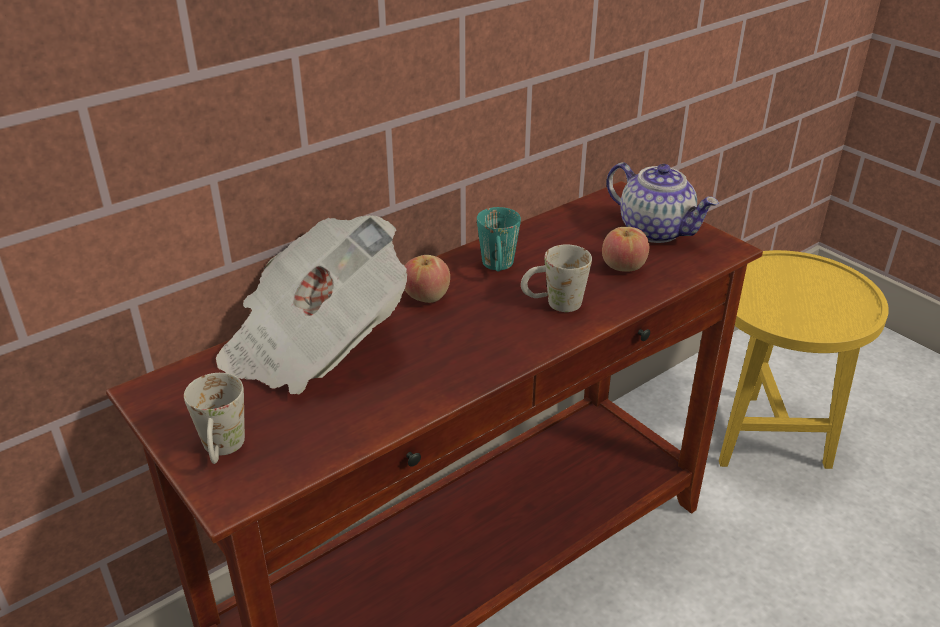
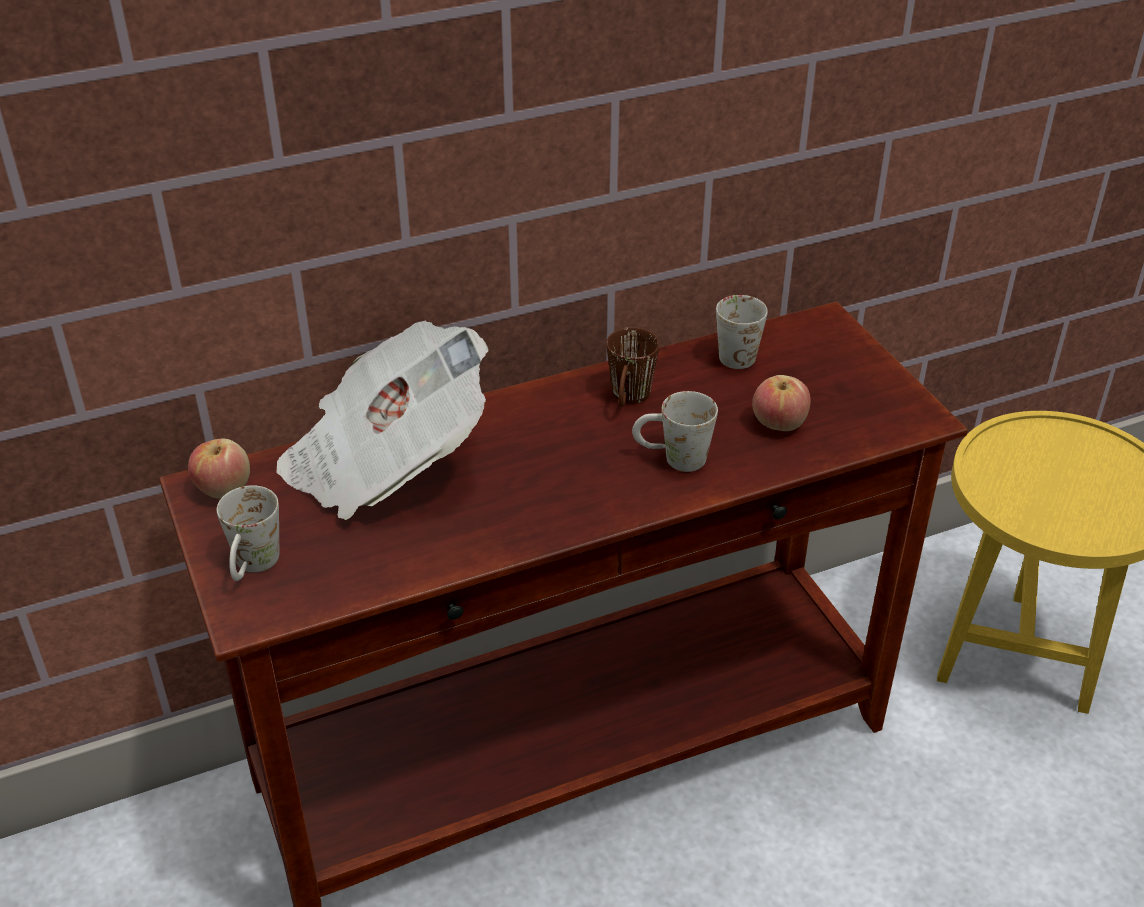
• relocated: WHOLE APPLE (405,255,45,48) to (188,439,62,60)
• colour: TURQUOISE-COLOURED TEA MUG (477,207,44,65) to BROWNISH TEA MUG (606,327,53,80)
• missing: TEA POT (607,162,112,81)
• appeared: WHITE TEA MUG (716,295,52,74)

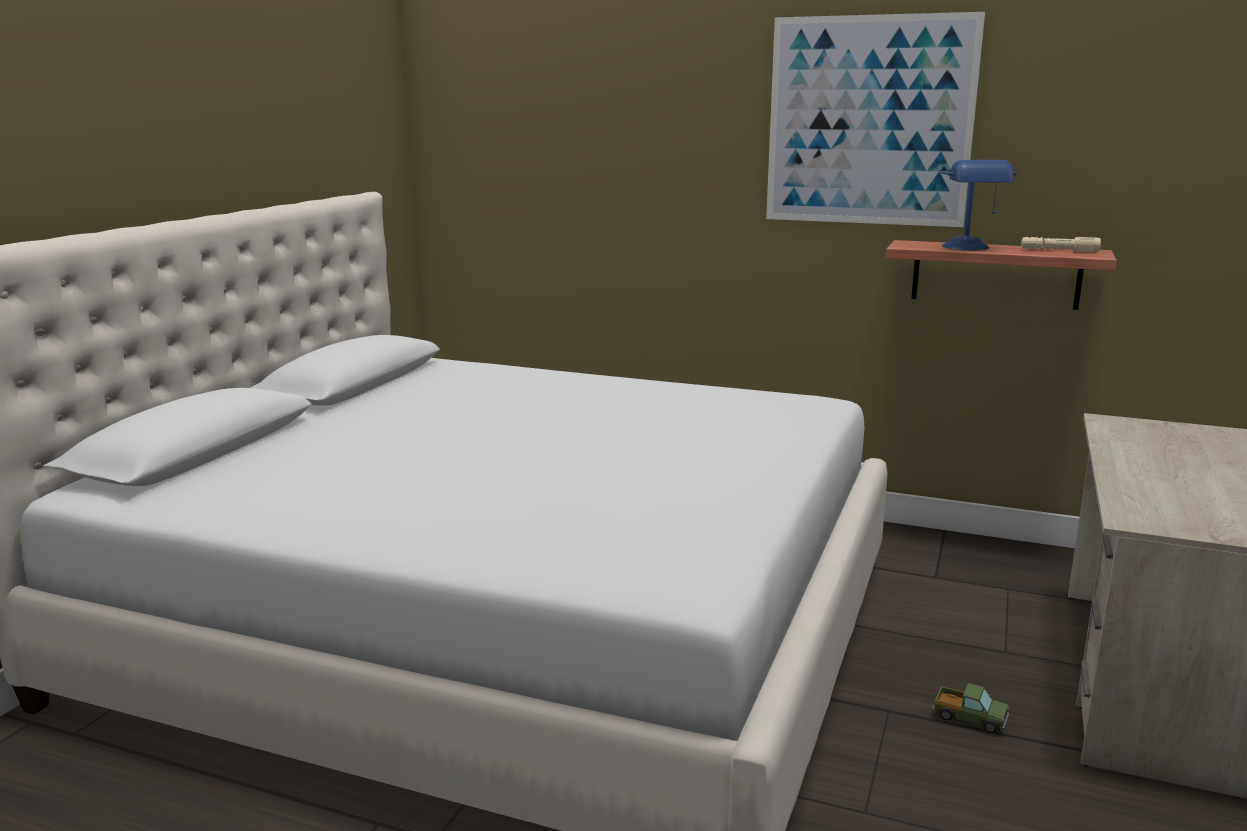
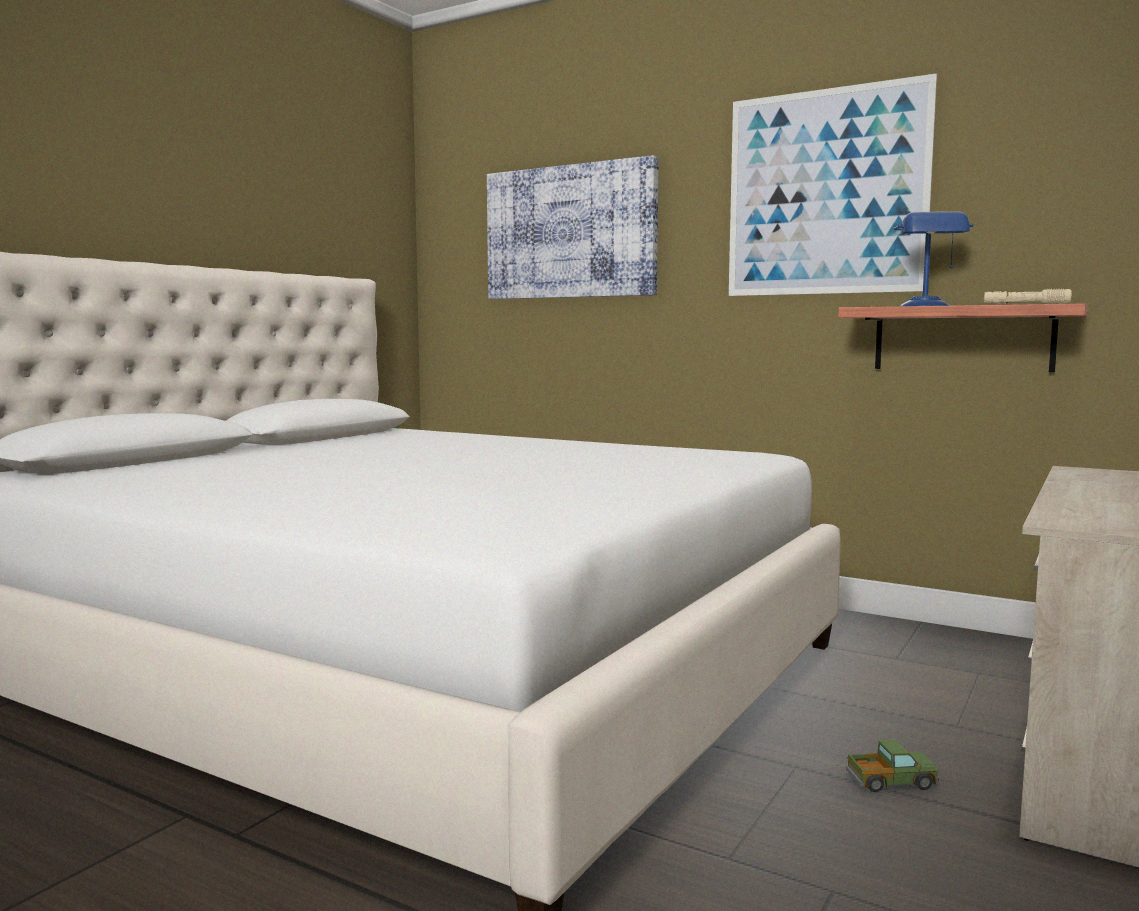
• spun: TOY TRUCK (932,683,77,50) = (846,740,93,52) 45 degrees counterclockwise
• appeared: WALL ART (487,155,172,144)

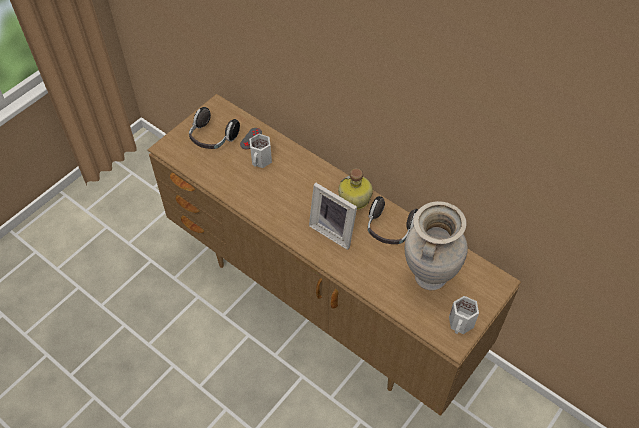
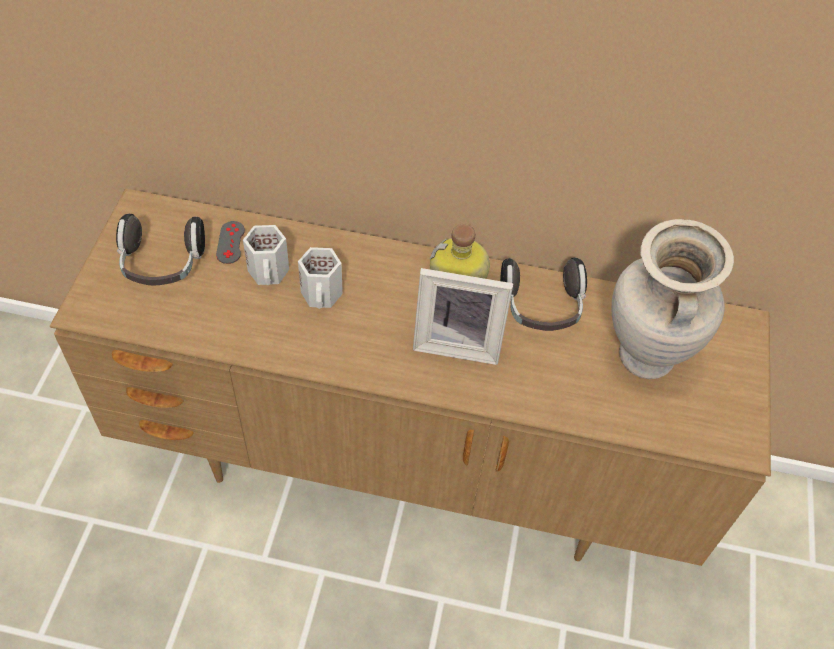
• relocated: WHITE TEA MUG (449,296,30,38) to (298,247,45,62)

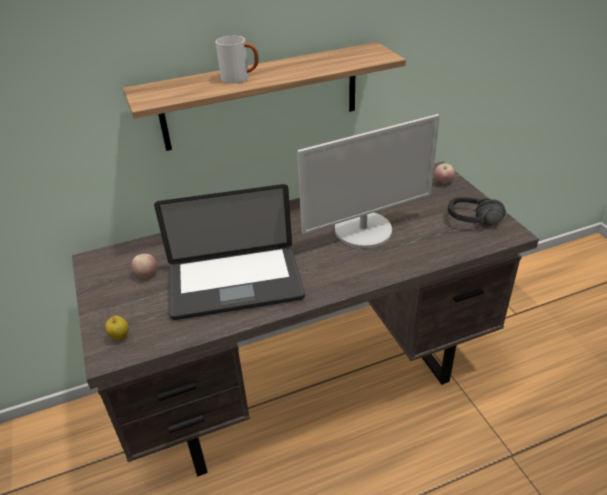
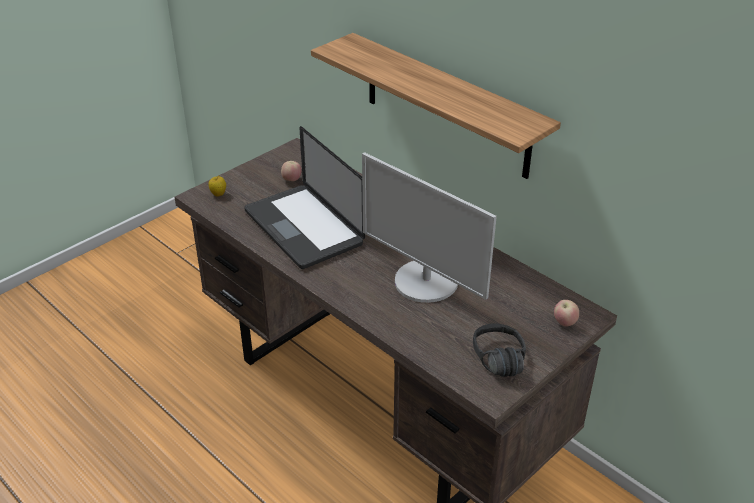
• missing: WHITE TEA MUG (215,36,44,47)

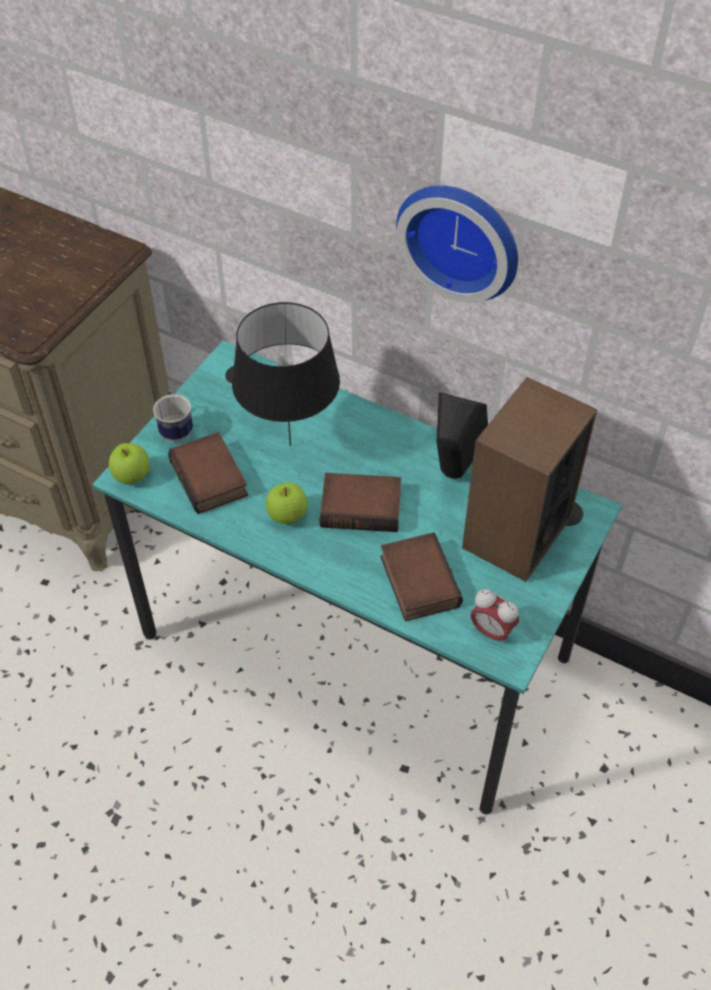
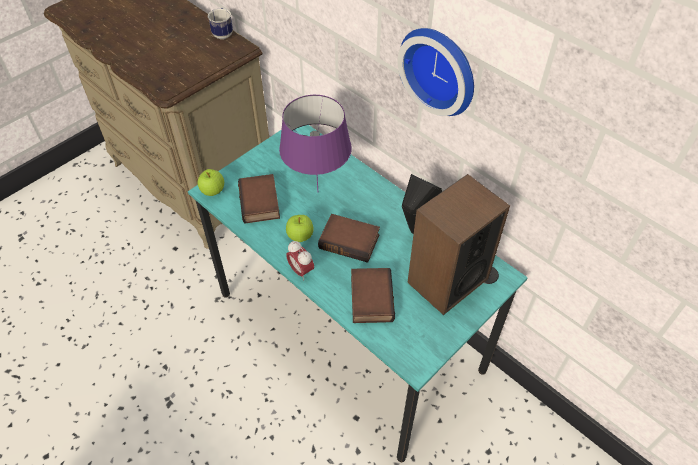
• relocated: TEA MUG (153,392,40,50) to (208,8,25,31)
• colour: BLACK LAMP FOR A TABLE (232,302,108,144) to PURPLISH LAMP FOR A TABLE (279,95,73,96)
• relocated: ALARM CLOCK (470,589,49,56) to (286,241,28,39)

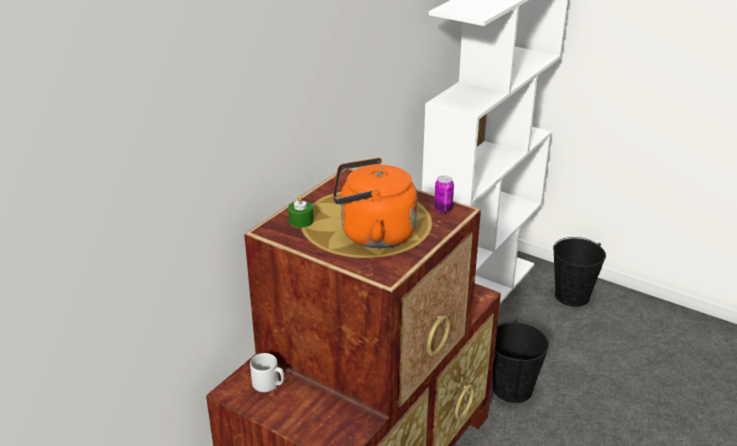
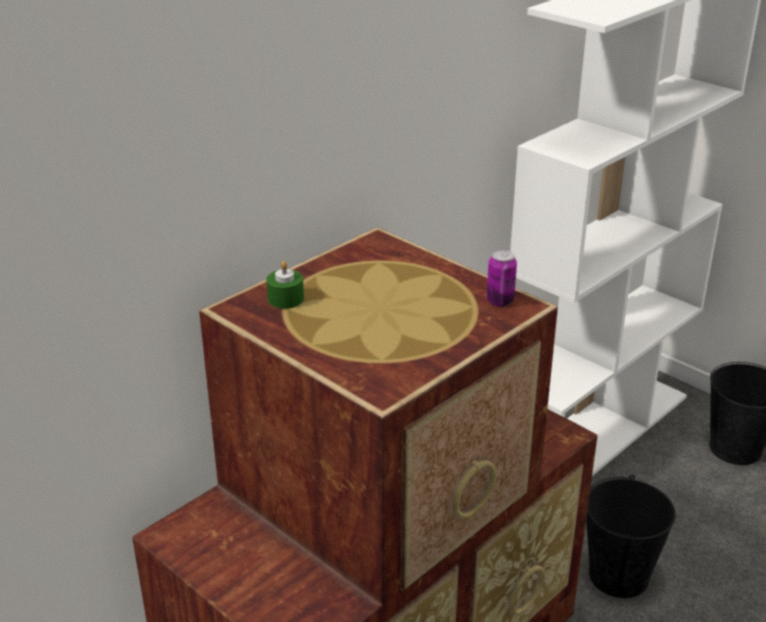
• missing: GREY TEA MUG (250,353,34,39)
• missing: ORANGE TEA KETTLE (333,158,85,90)

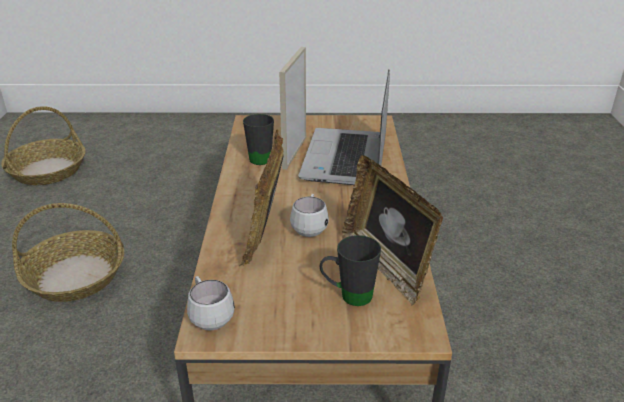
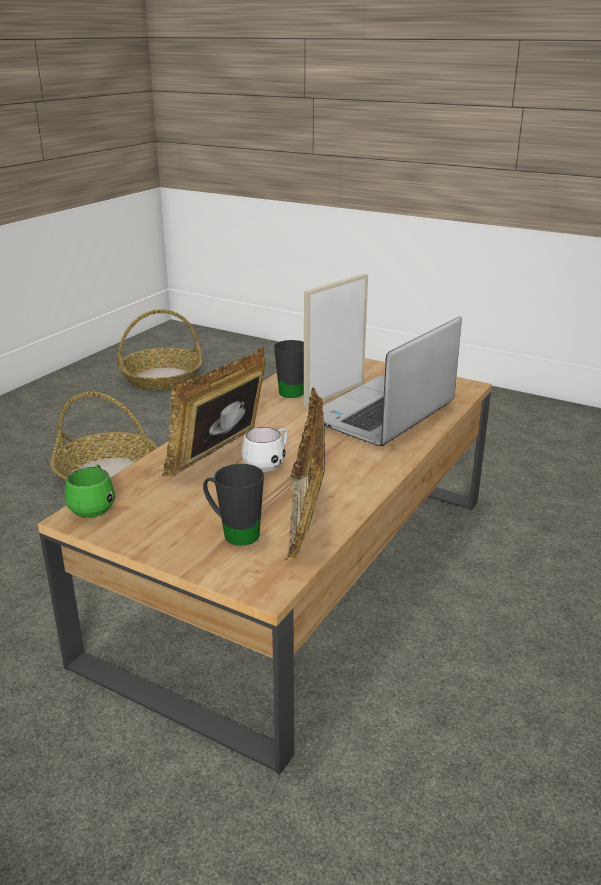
• colour: WHITE TEA MUG (187,276,48,55) to GREEN-COLOURED TEA MUG (65,464,50,54)

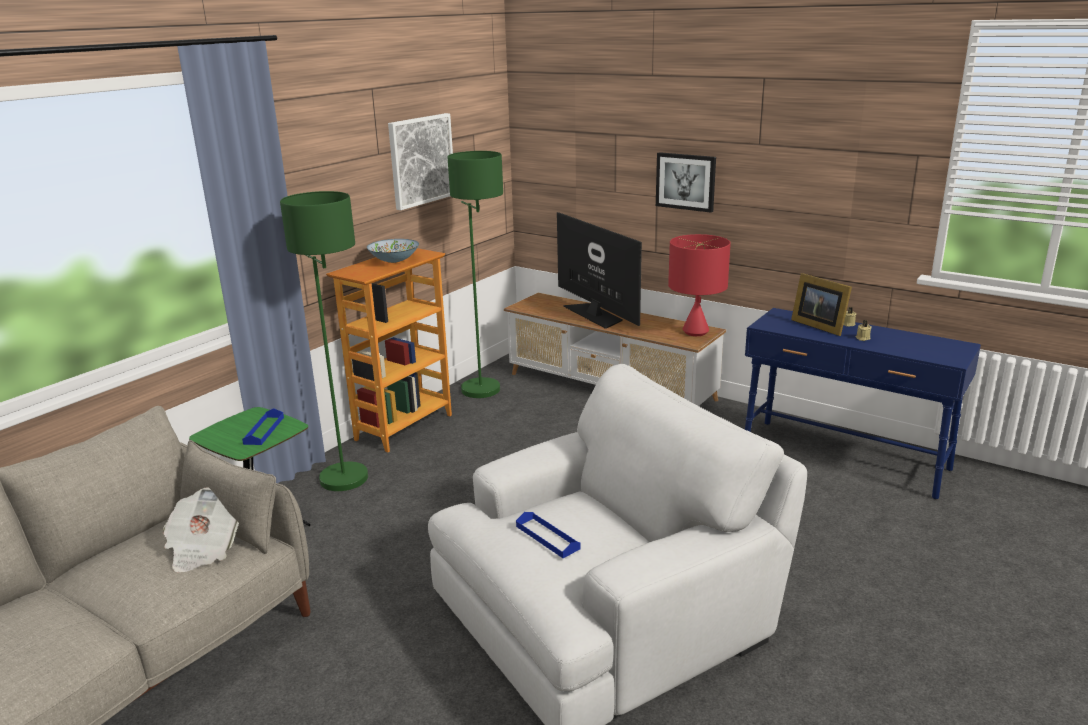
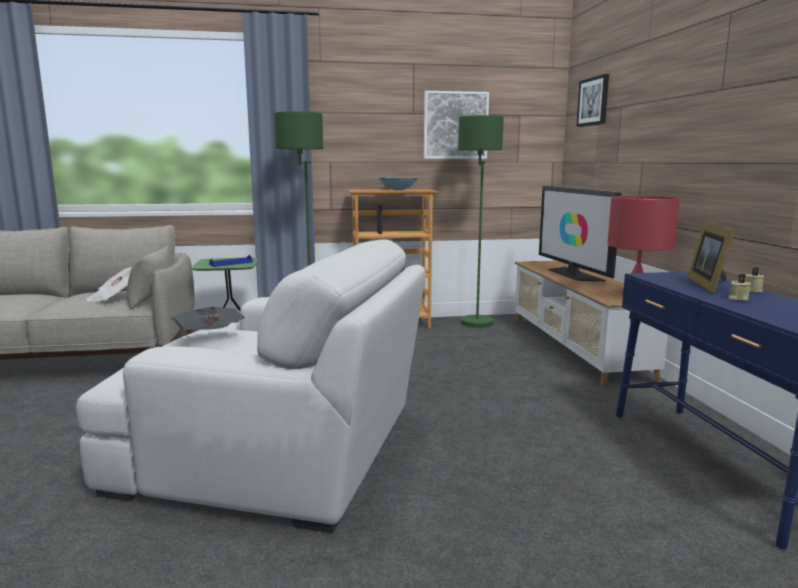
• exchanged: BLUE CARRYING TRAY (516,512,65,46) to DAILY PAPER (170,307,75,23)
• spun: TELEVISION (557,212,85,117) = (539,186,83,95) 150 degrees clockwise
• relocated: WALL ART (656,152,60,61) to (576,74,33,53)

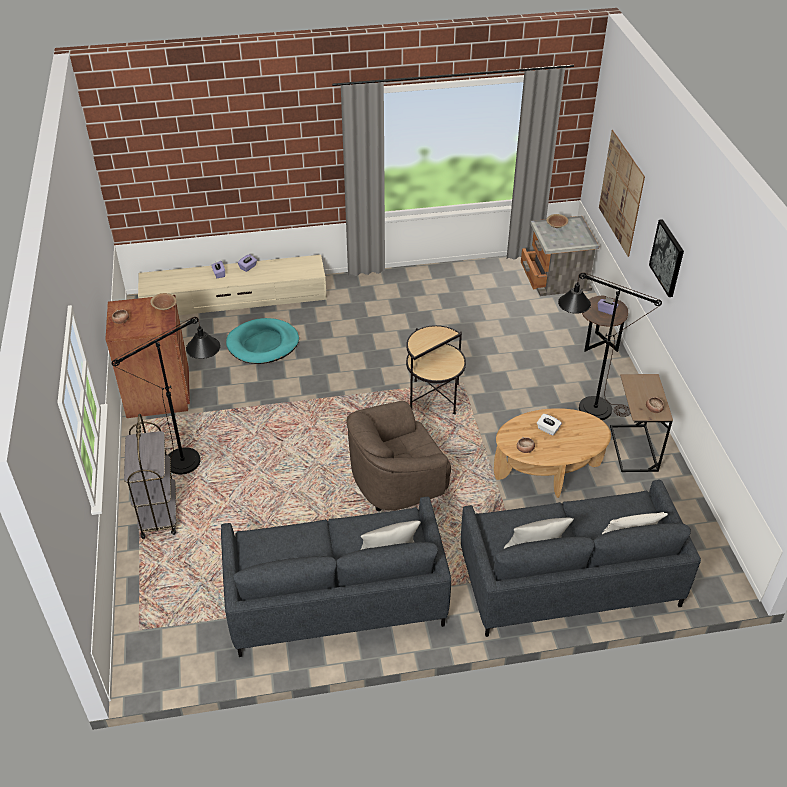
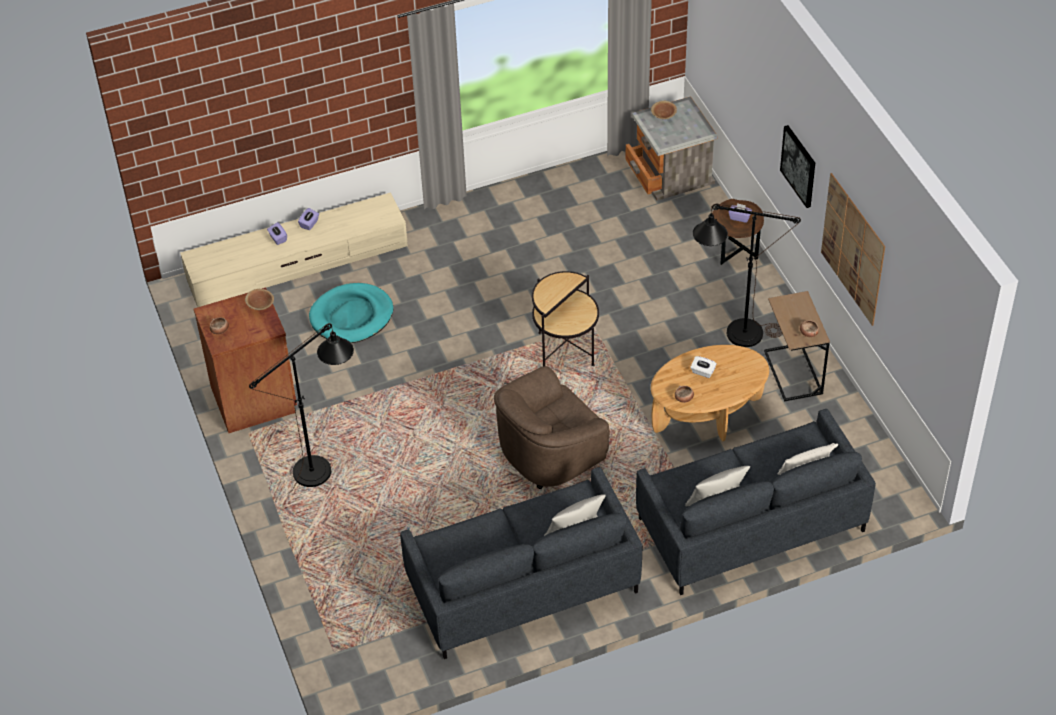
• missing: GREY TROLLEY (124,414,52,125)
• relocated: WALL ART (599,130,46,127) to (821,173,64,153)

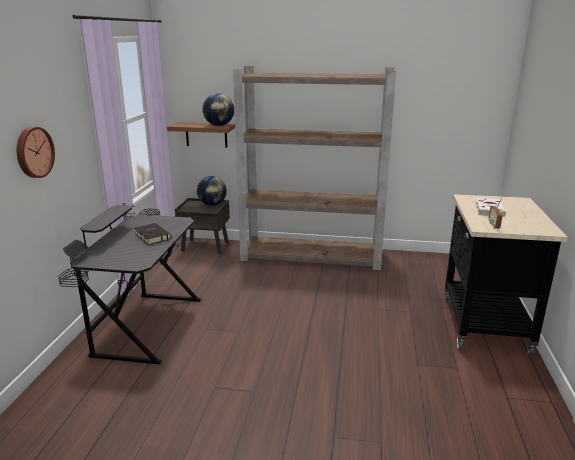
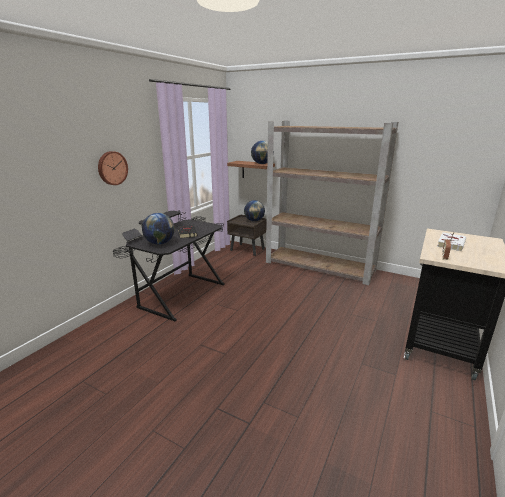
• appeared: DESK GLOBE (142,213,33,32)

